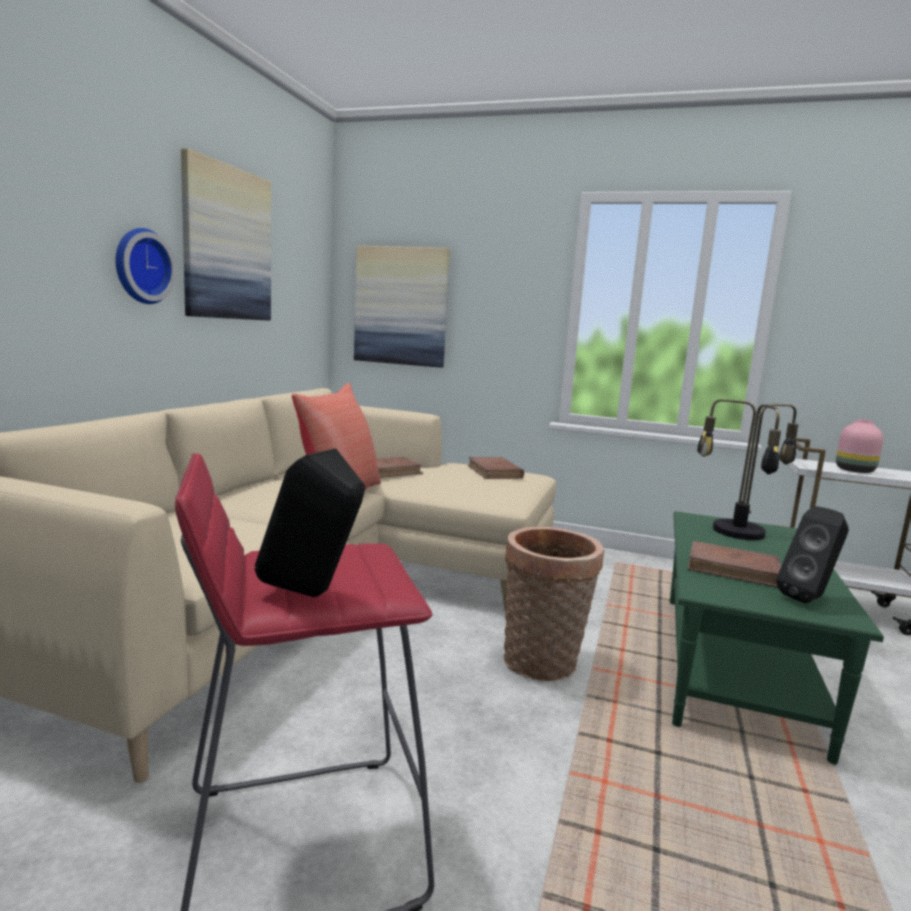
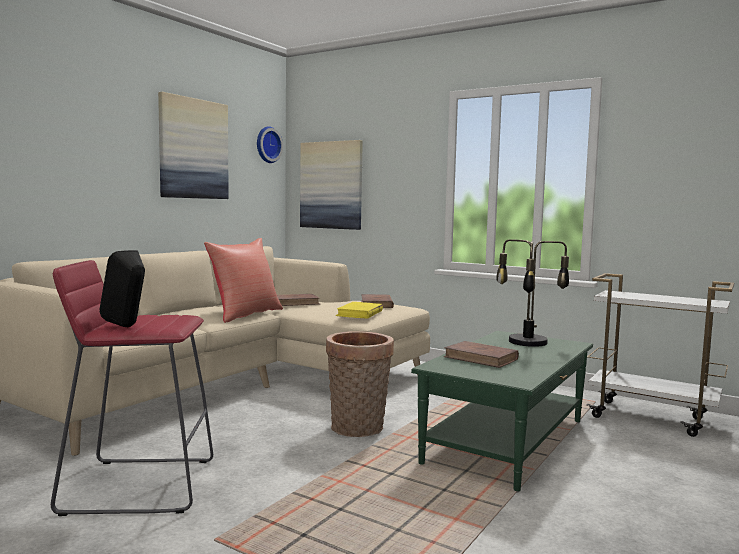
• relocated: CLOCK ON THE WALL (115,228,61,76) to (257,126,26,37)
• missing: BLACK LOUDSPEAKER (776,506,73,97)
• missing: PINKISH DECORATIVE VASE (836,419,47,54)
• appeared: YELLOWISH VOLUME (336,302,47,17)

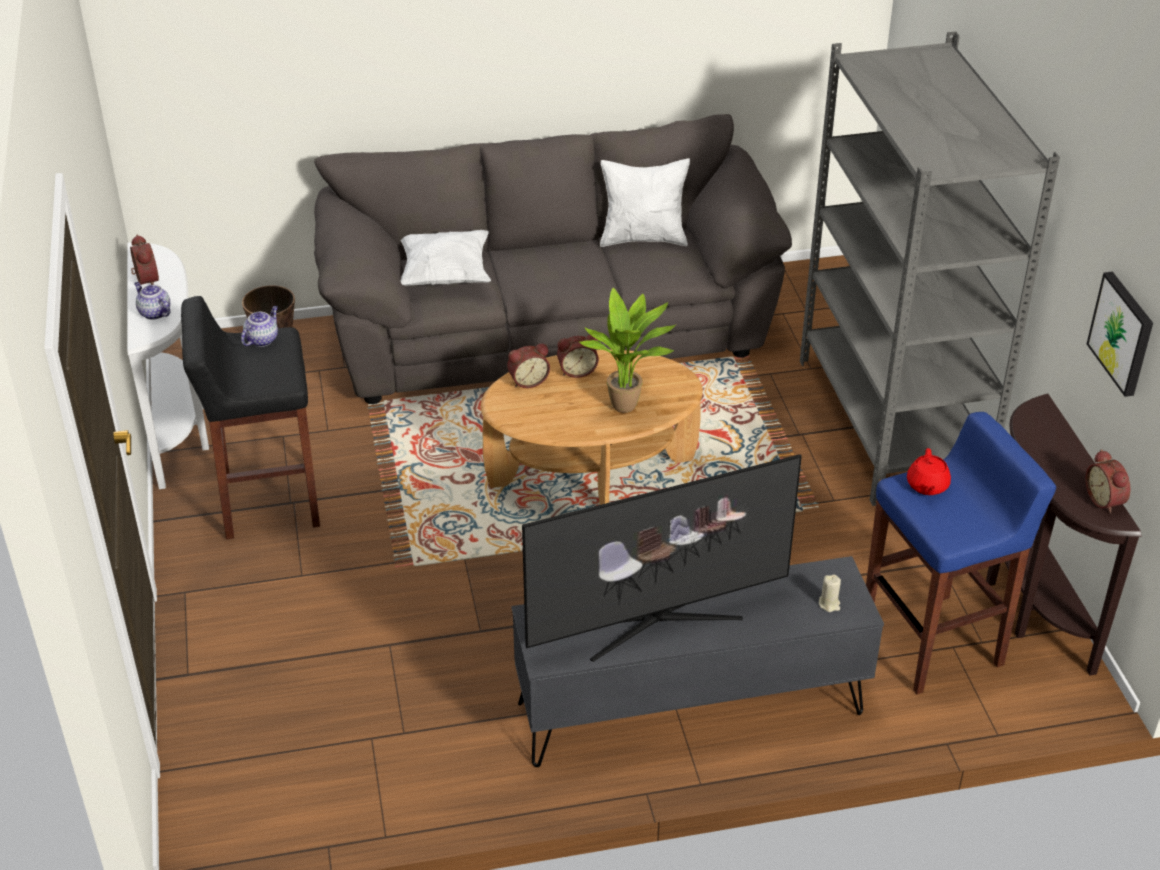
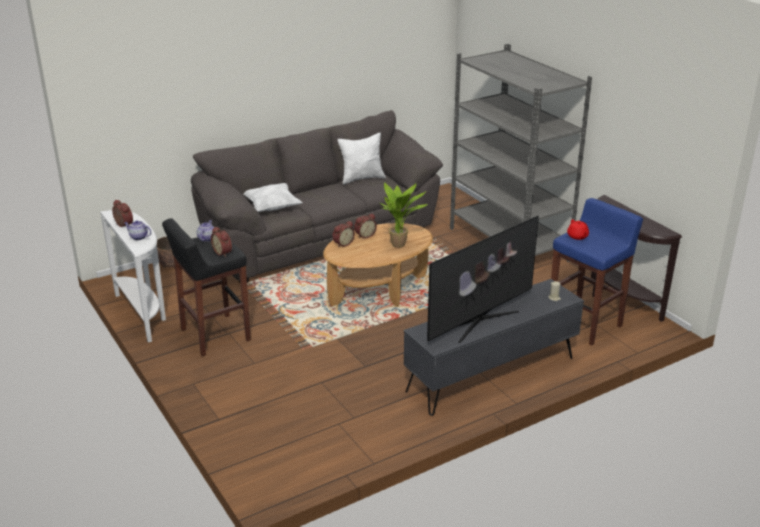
• relocated: ALARM CLOCK (1086,449,44,65) to (211,227,21,30)
• missing: WALL ART (1087,272,66,125)

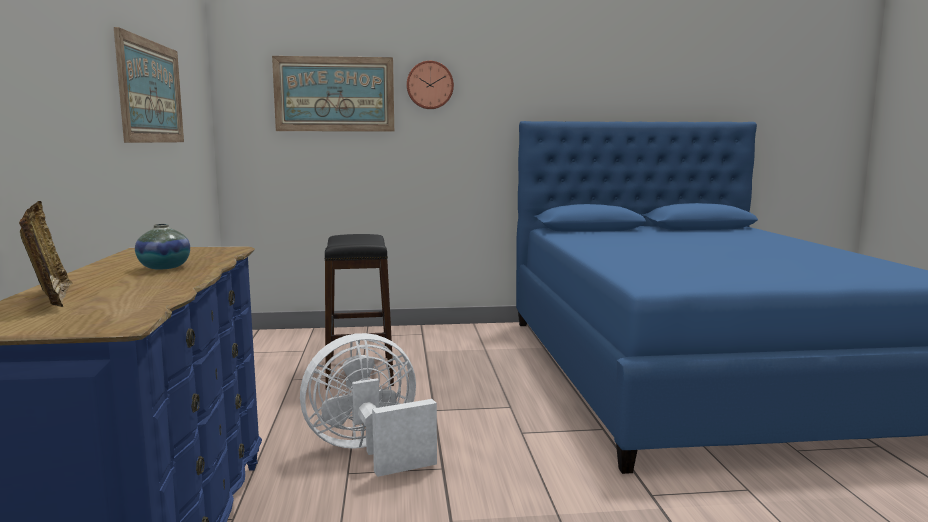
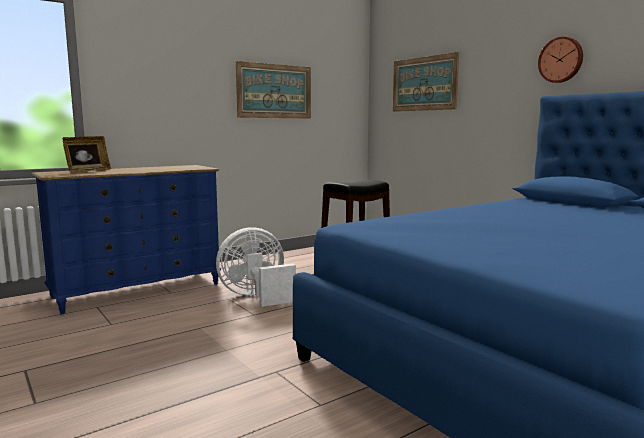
• missing: DECORATIVE VASE (135,224,55,45)
• spun: WHITE ELECTRIC FAN (300,333,137,144) = (216,227,80,80) 60 degrees counterclockwise
• relocated: CLOCK ON THE WALL (407,61,47,48) to (538,37,45,46)

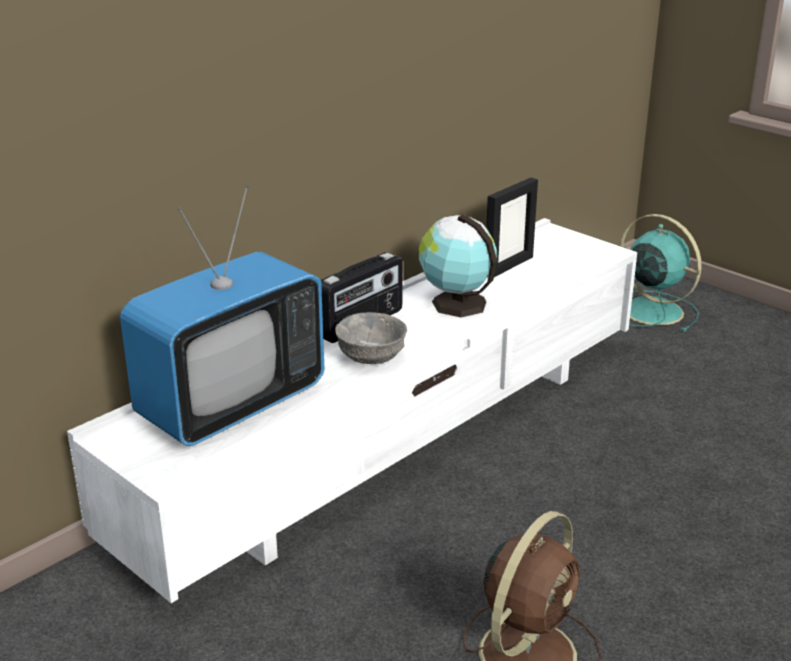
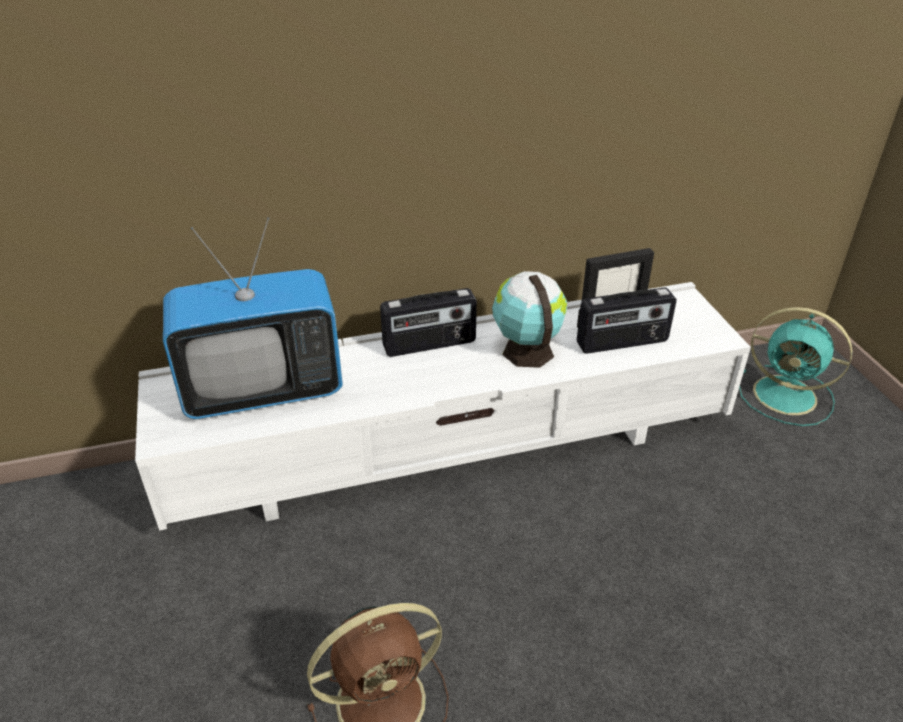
• missing: GREY BOWL (335,312,72,52)
• spun: TURQUOISE-COLOURED ELECTRIC FAN (620,214,82,118) = (739,307,114,119) 135 degrees clockwise
• appeared: RADIO RECEIVER (577,287,100,67)

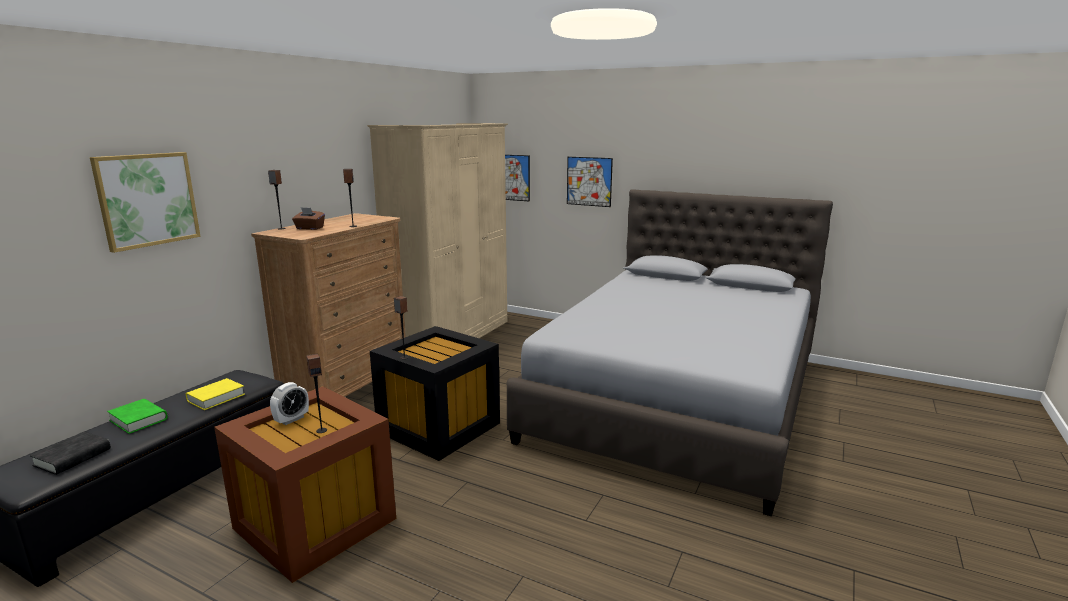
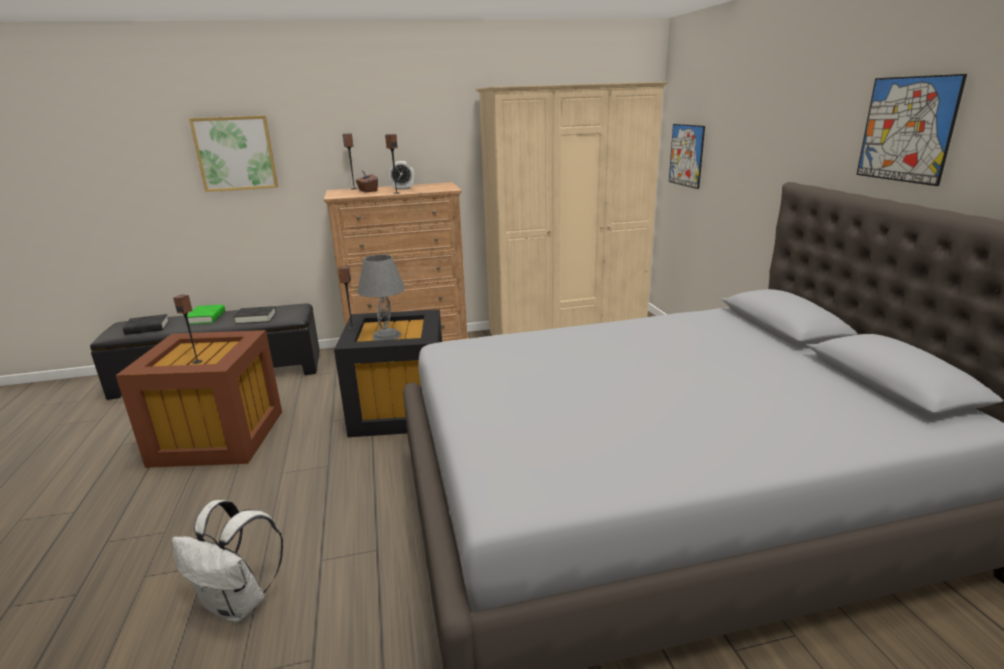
• colour: YELLOWISH VOLUME (186,378,59,32) to BLACK VOLUME (233,306,43,18)
• relocated: ALARM CLOCK (270,382,39,43) to (389,161,25,29)
• relocated: WALL ART (567,157,46,50) to (856,74,111,112)
• appeared: WHITE KNAPSACK (172,500,111,122)
• appeared: GREY LAMP FOR A TABLE (357,254,48,87)

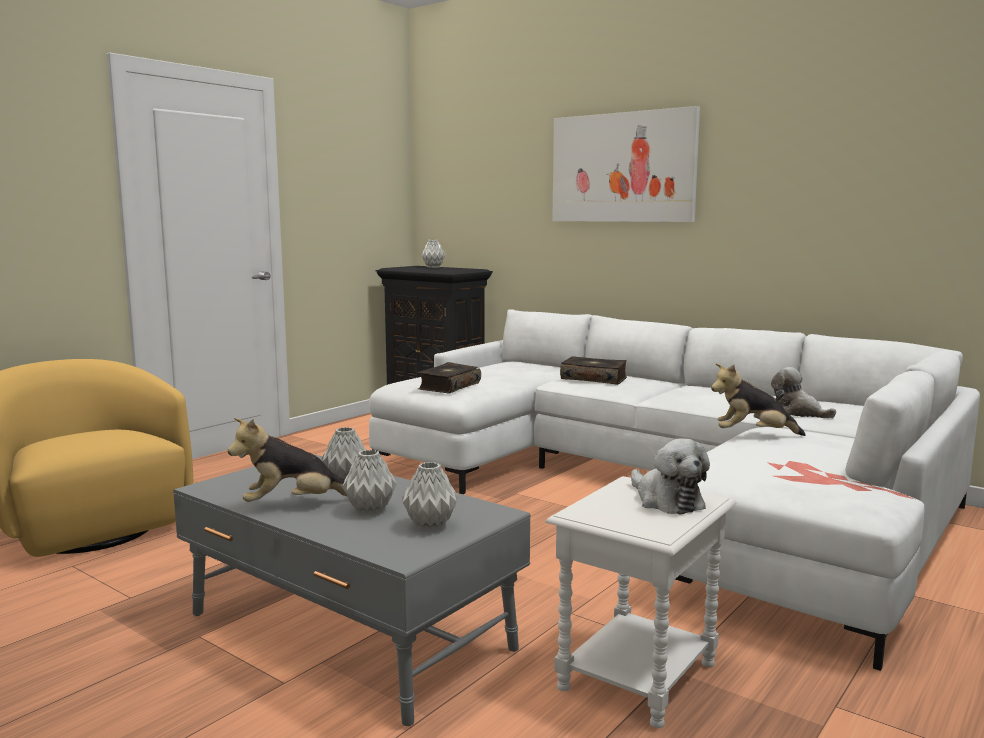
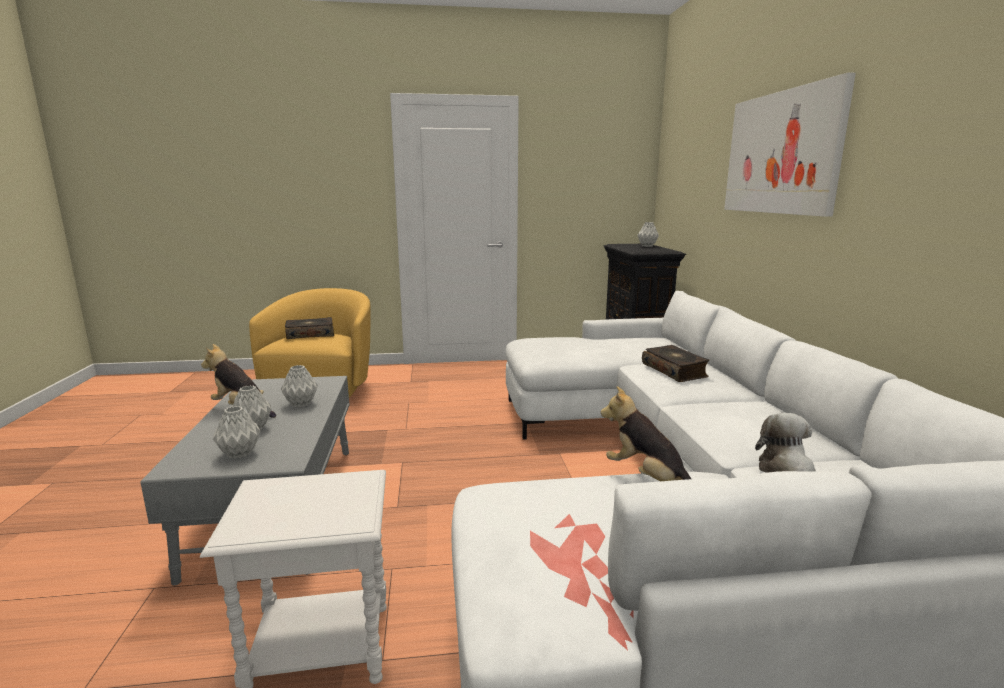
• relocated: VOLUME (418,362,63,32) to (285,317,49,22)
• missing: SOFT TOY (631,438,79,77)

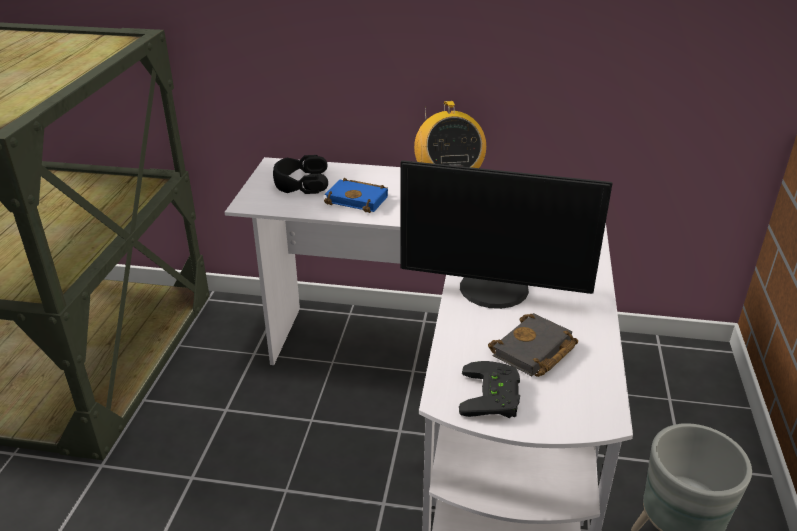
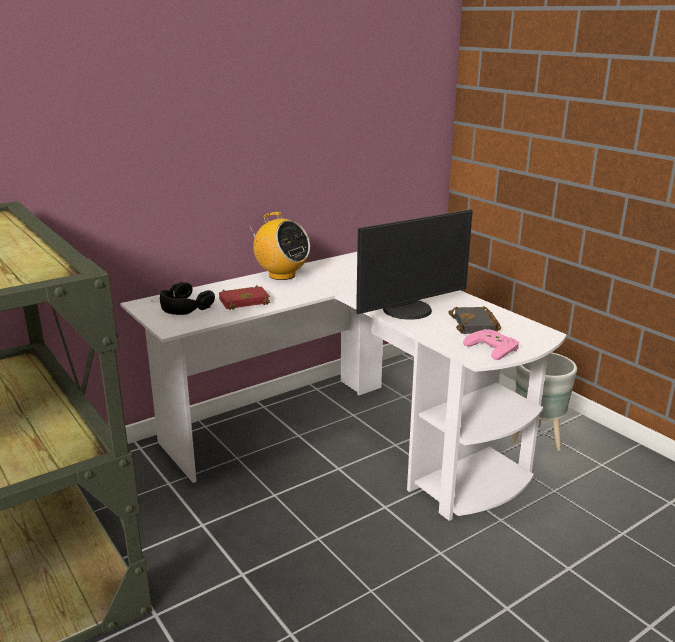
• colour: BLUE VOLUME (324,178,64,35) to RED-COLOURED VOLUME (219,285,51,25)
• colour: BLACK GAME CONTROLLER (459,361,61,57) to PINKISH GAME CONTROLLER (463,329,56,31)

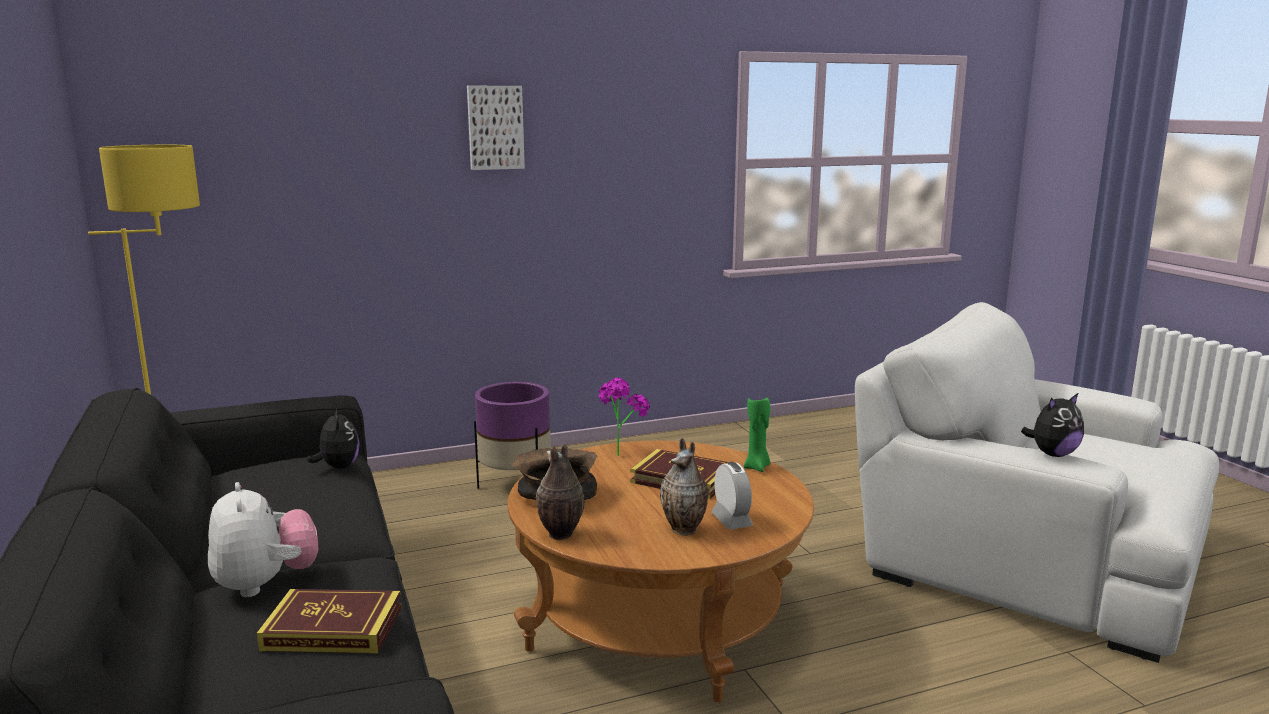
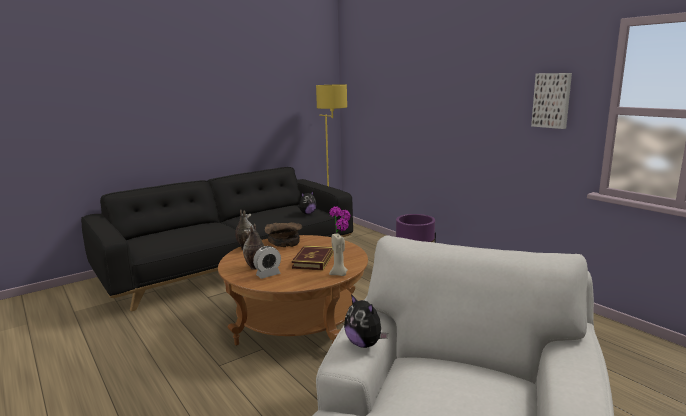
• missing: SOFT TOY (208,482,110,115)
• missing: VOLUME (257,589,145,64)
• relocated: WALL ART (467,86,58,84) to (531,73,41,56)
• colour: GREEN-COLOURED CANDLE (744,398,27,74) to BEIGE-COLOURED CANDLE (329,233,19,43)

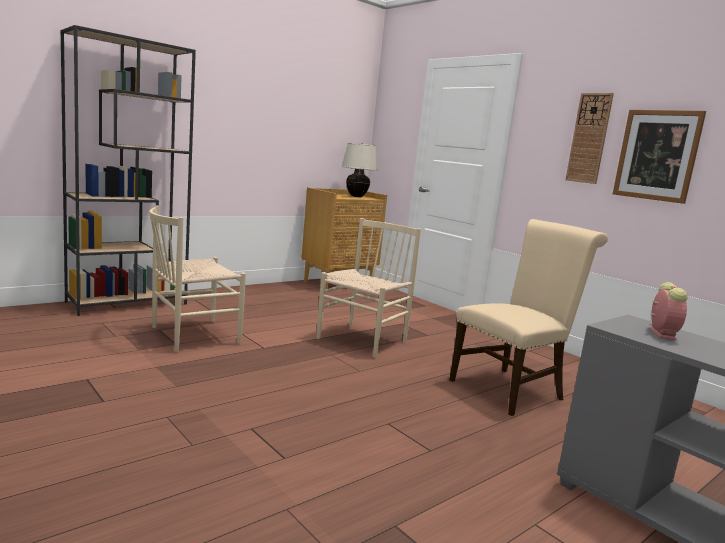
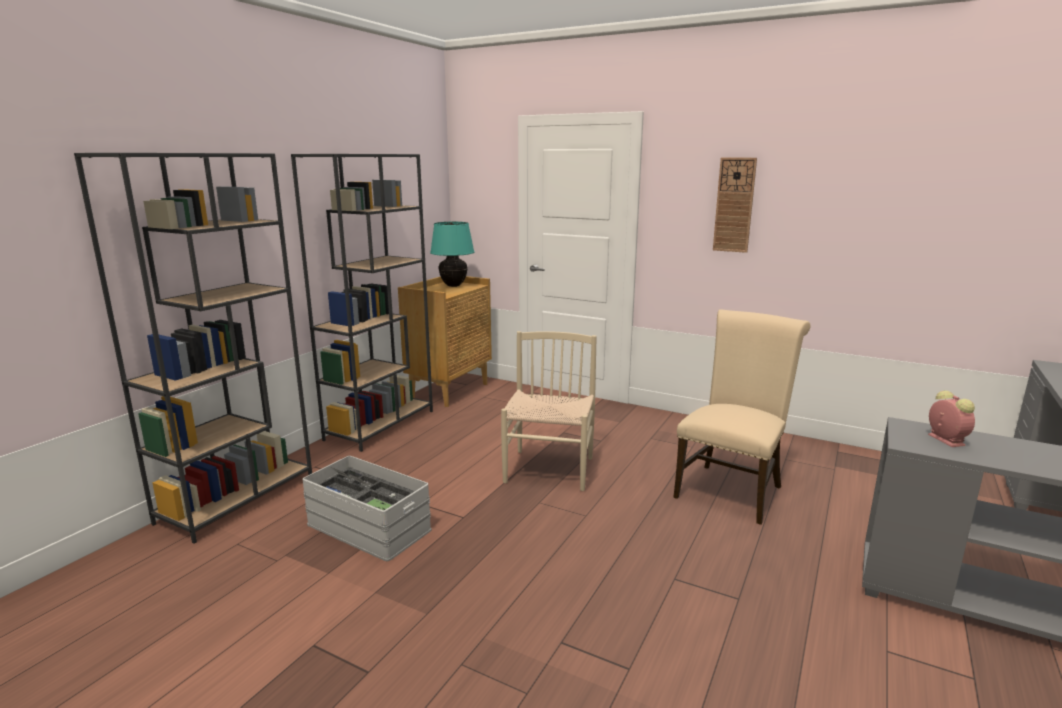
• exchanged: BEIGE-COLOURED UPRIGHT CHAIR (149,205,97,147) to GREY STORAGE CONTAINER (302,456,130,105)
• colour: BEIGE-COLOURED LAMP FOR A TABLE (341,143,37,54) to TURQUOISE-COLOURED LAMP FOR A TABLE (430,222,45,65)
• missing: WALL ART (613,110,93,94)
• appeared: BOOKCASE (291,154,142,298)

